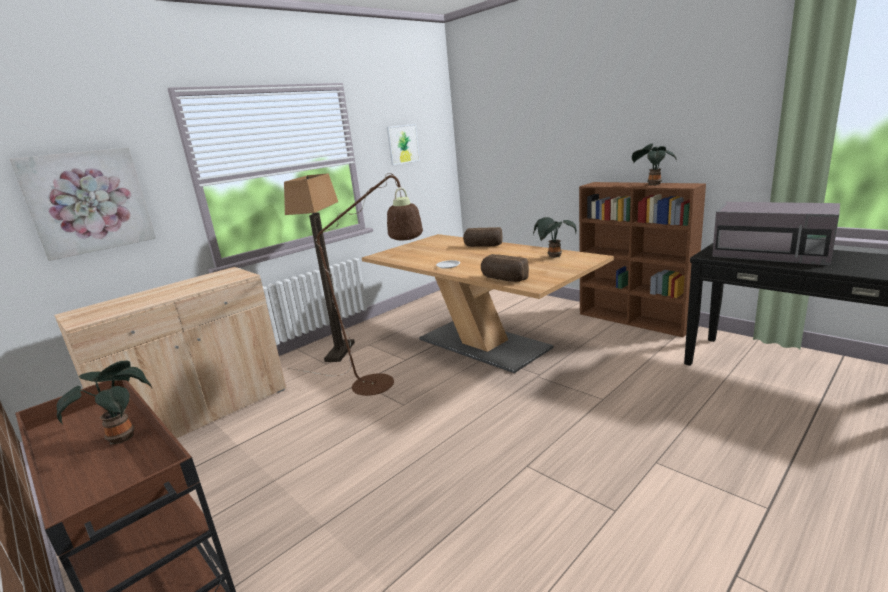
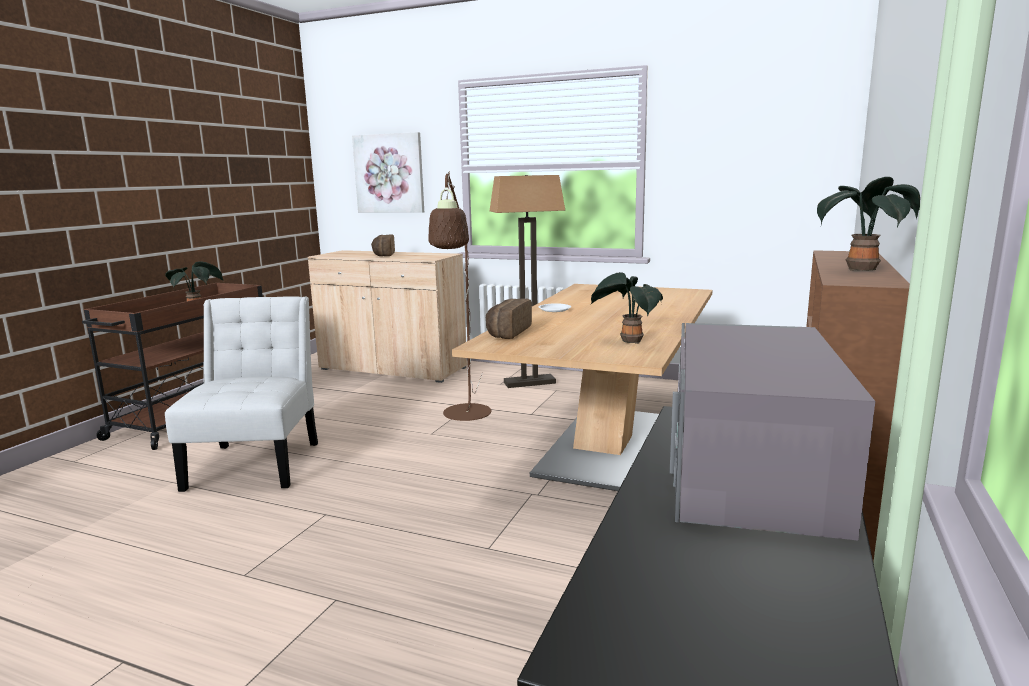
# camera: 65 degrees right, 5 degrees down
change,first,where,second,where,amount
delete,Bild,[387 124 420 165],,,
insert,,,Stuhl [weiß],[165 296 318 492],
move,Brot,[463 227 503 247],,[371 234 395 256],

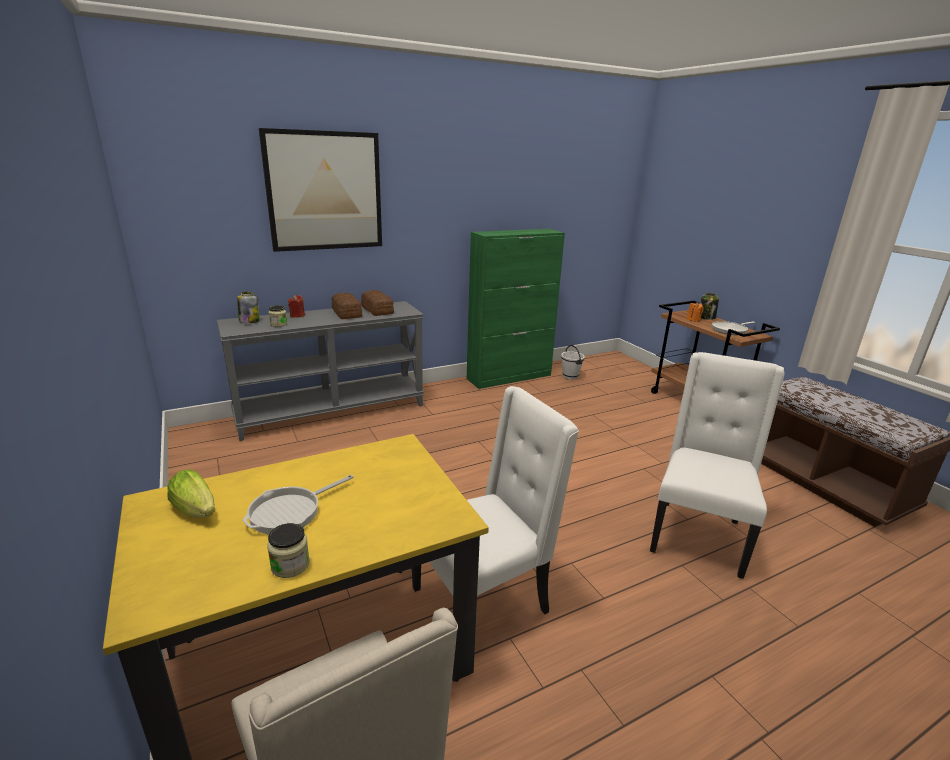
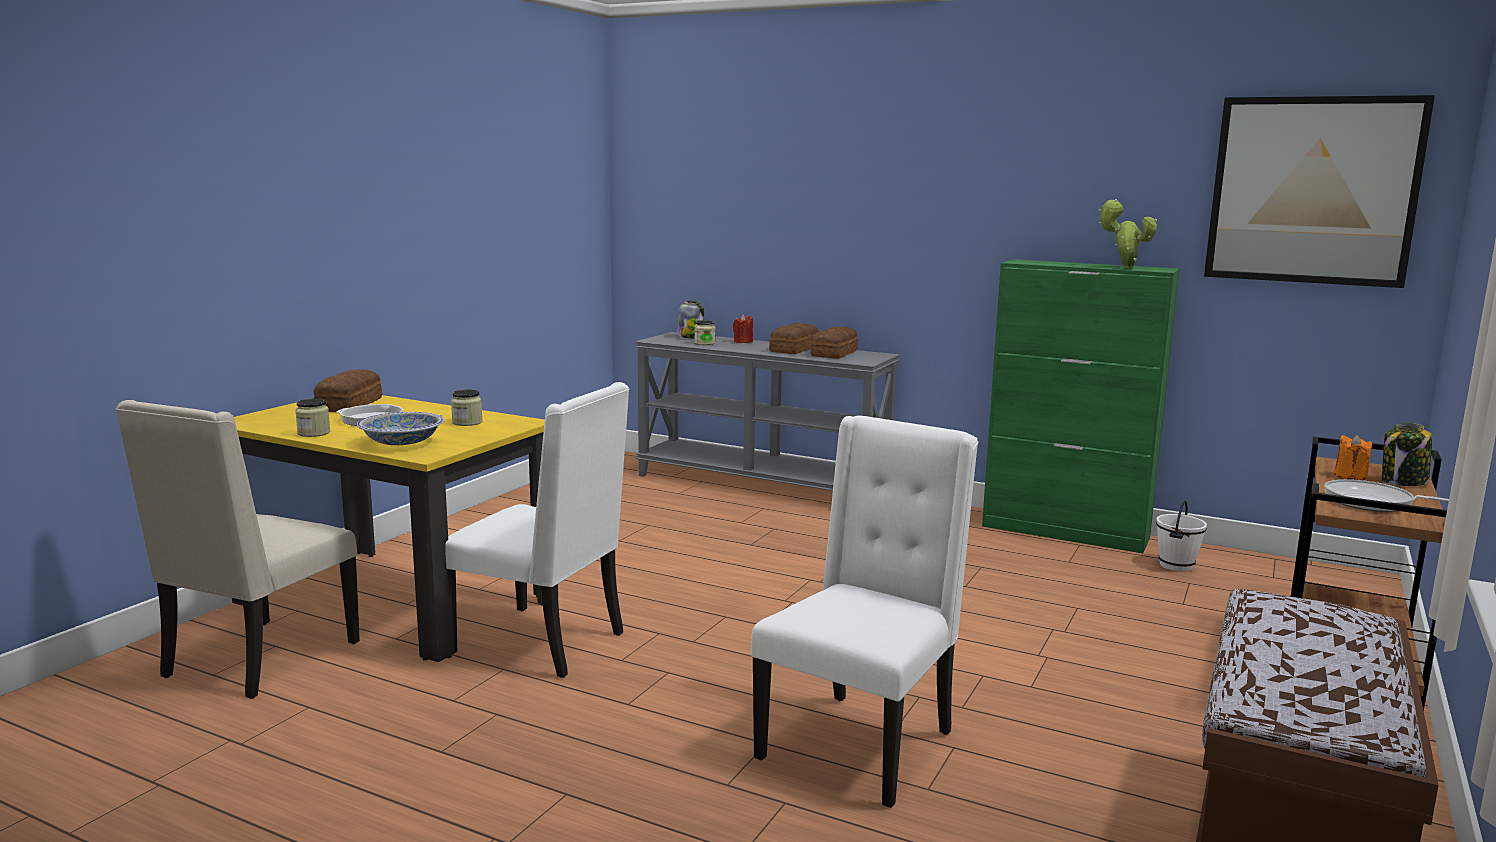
# camera: 55 degrees right, 10 degrees down
change,first,where,second,where,amount
insert,,,Schüssel,[357 412 444 445],
insert,,,Vorratsglas,[451 389 483 426],
insert,,,Topfpflanze,[1099 199 1157 269],
move,Bild,[259 128 382 252],,[1204 95 1435 288],
replace,Salatkopf,[167 469 215 518],Brot,[314 369 382 412],
rotate,Stuhl [weiß],[650 352 784 579],,[751 416 978 808],45 degrees counterclockwise

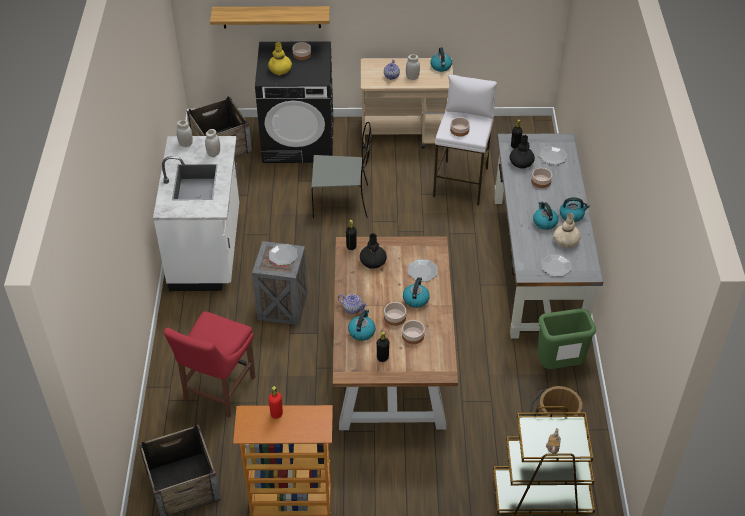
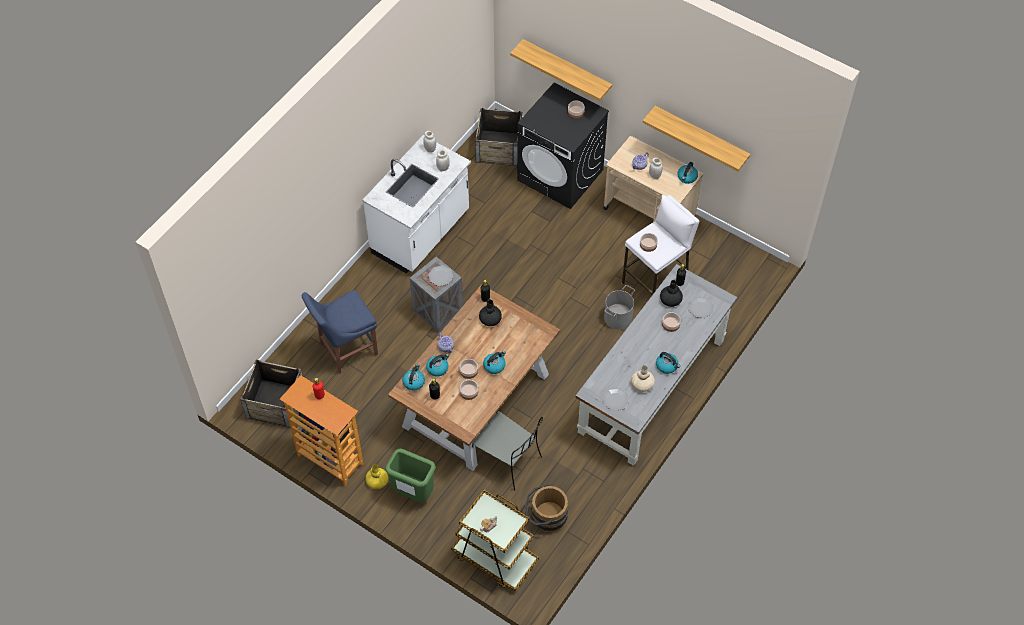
# camera: 35 degrees right, 10 degrees up
change,first,where,second,where,amount
delete,Teller,[408 259 438 281],,,
insert,,,Eimer [grau],[604 285 635 330],
insert,,,Wandregal,[643 106 750 171],
move,Vase [gelb],[268 42 292 75],,[365 464 388 489],
move,Stuhl [grau],[312 122 372 218],,[472 411 543 491],
move,Wasserkessel,[533 202 559 230],,[402 364 425 391],
move,Mülleimer [grün],[537 308 596 369],,[385 449 436 502],
recolor,Stuhl [rot],[164 311 255 418],Stuhl [blau],[302 290 378 374],

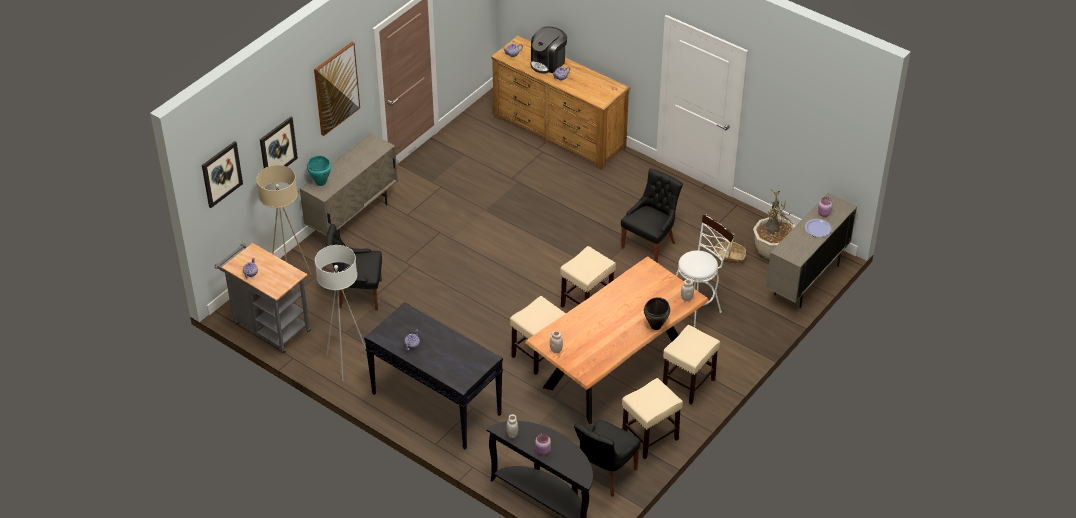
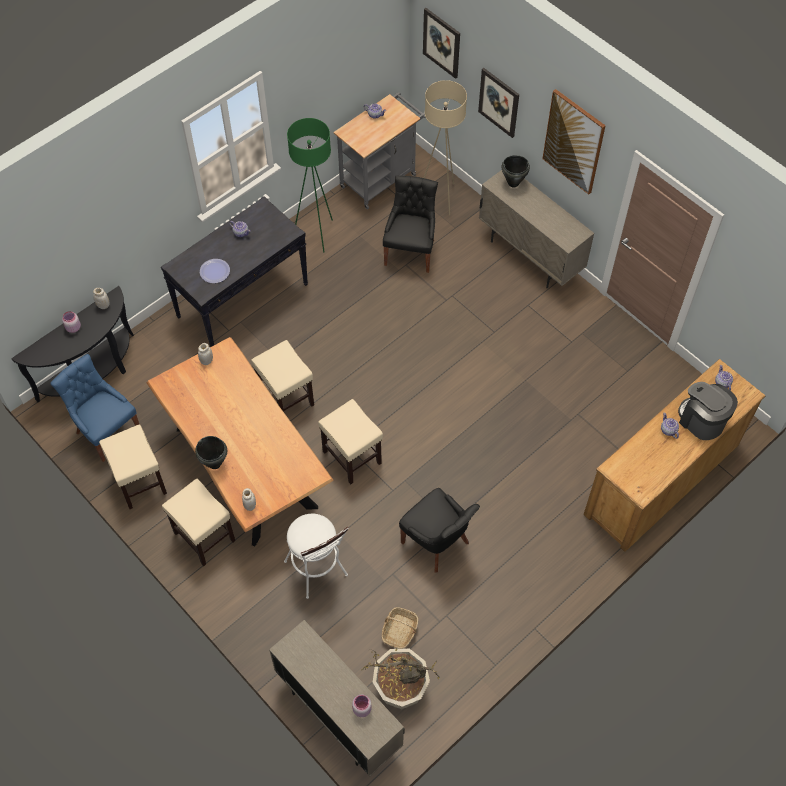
# camera: 100 degrees right, 15 degrees up
change,first,where,second,where,amount
move,Teller,[805 219 832 237],,[200 259 230 283],
recolor,Kochtopf [türkis],[307 156 331 186],Kochtopf [schwarz],[502 155 530 187],
recolor,Stehlampe [weiß],[315 245 367 381],Stehlampe [grün],[287 118 333 253],
recolor,Stuhl [schwarz],[574 420 641 497],Stuhl [blau],[50 354 139 462],

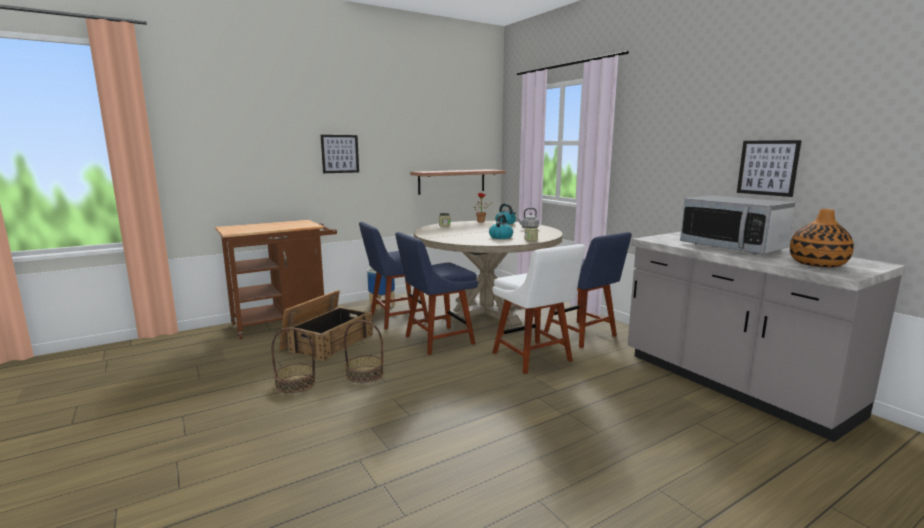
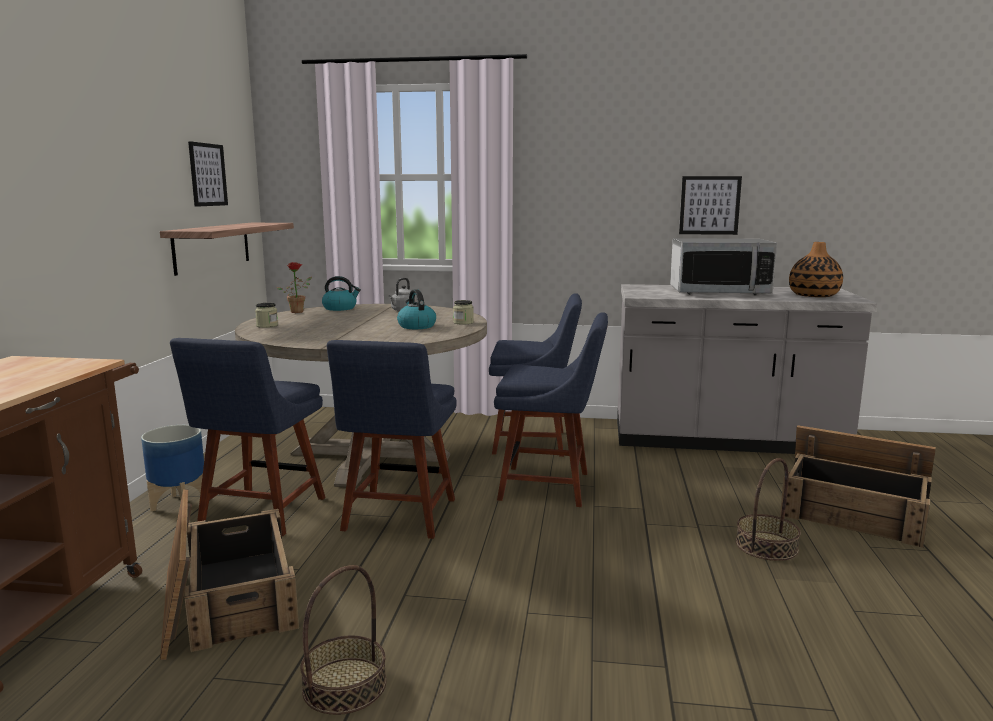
# camera: 50 degrees left, 0 degrees up
change,first,where,second,where,amount
insert,,,Kiste,[780 425 936 548],
move,Bild,[321 135 359 173],,[188 141 228 207],
move,Korb,[344 320 384 383],,[736 458 801 561],
recolor,Stuhl [weiß],[492 244 585 374],Stuhl [blau],[494 312 608 507],

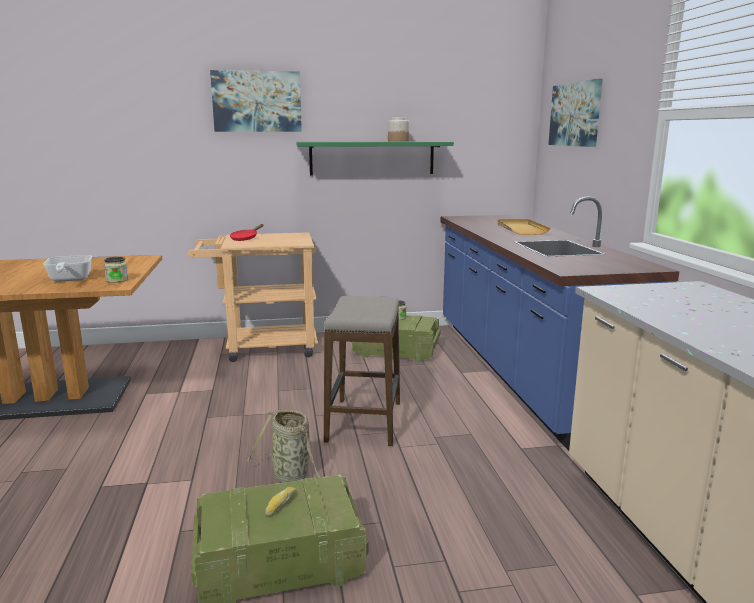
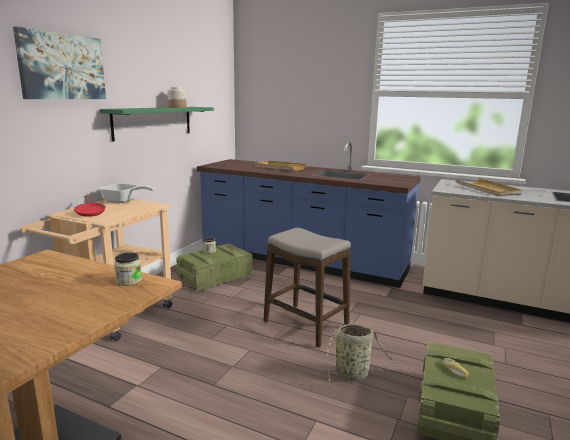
# camera: 55 degrees left, 0 degrees up
change,first,where,second,where,amount
delete,Bild,[548 79 603 147],,,
insert,,,Tablett [beige],[455 178 522 196],
move,Pfanne,[43 255 92 282],,[99 184 154 203],

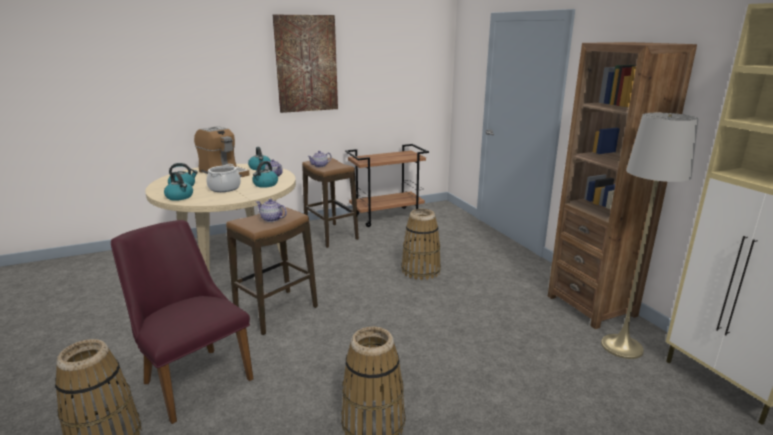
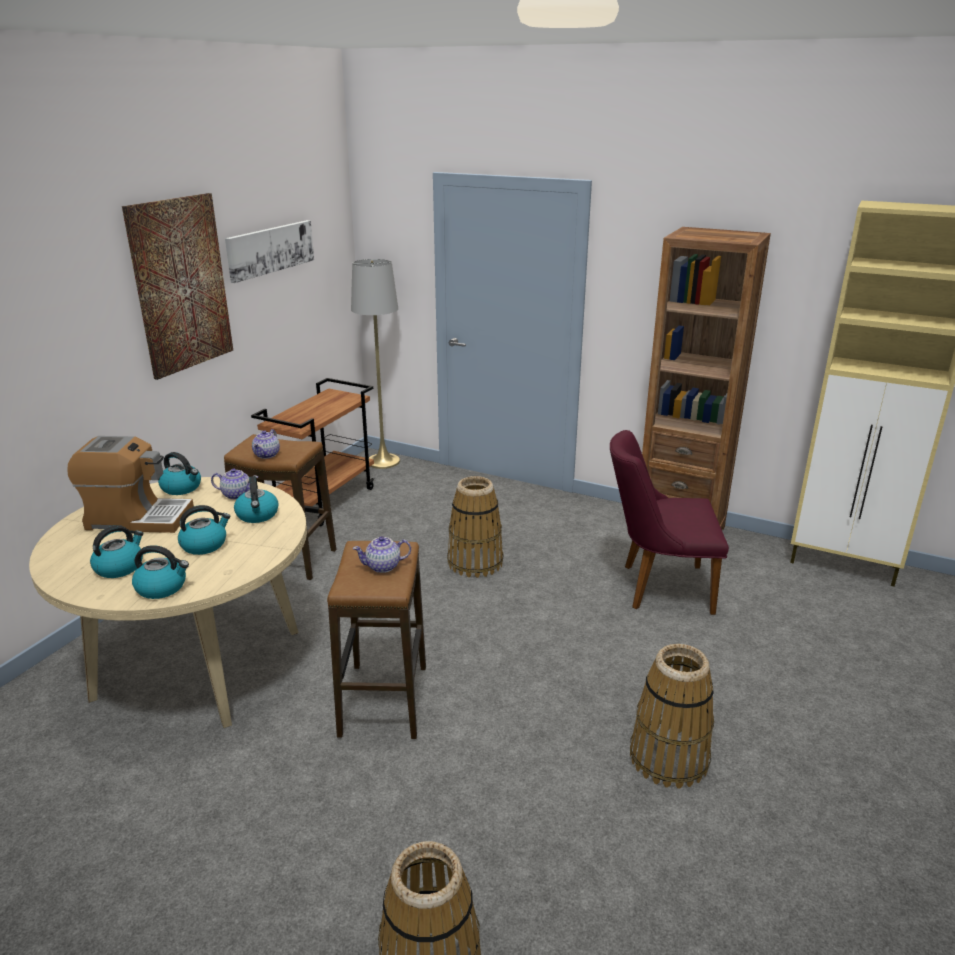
# camera: 40 degrees left, 5 degrees up
change,first,where,second,where,amount
insert,,,Bild,[225 220 314 283],
move,Stuhl [lila],[111 220 254 424],,[610 430 729 615],
move,Stehlampe [grau],[601 113 698 359],,[351 259 400 469],
replace,Kochtopf,[206 164 241 192],Wasserkessel,[178 505 230 555],

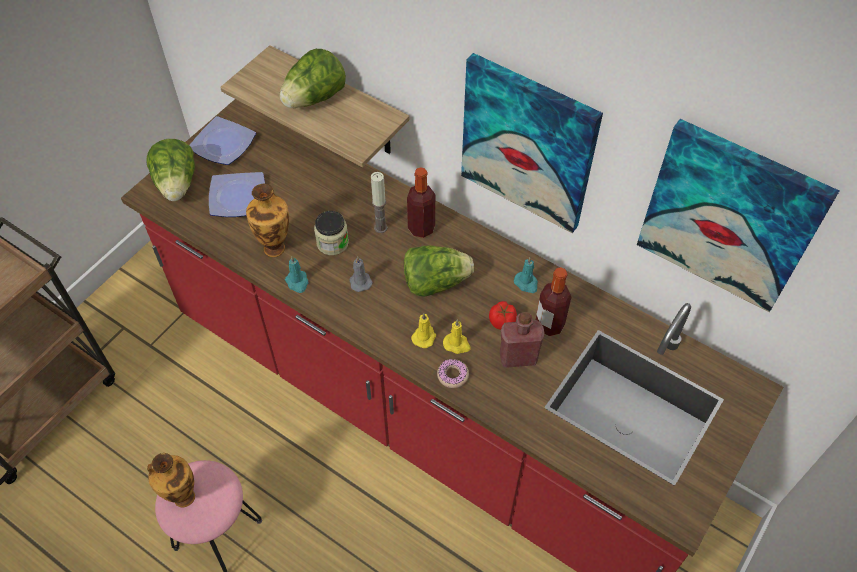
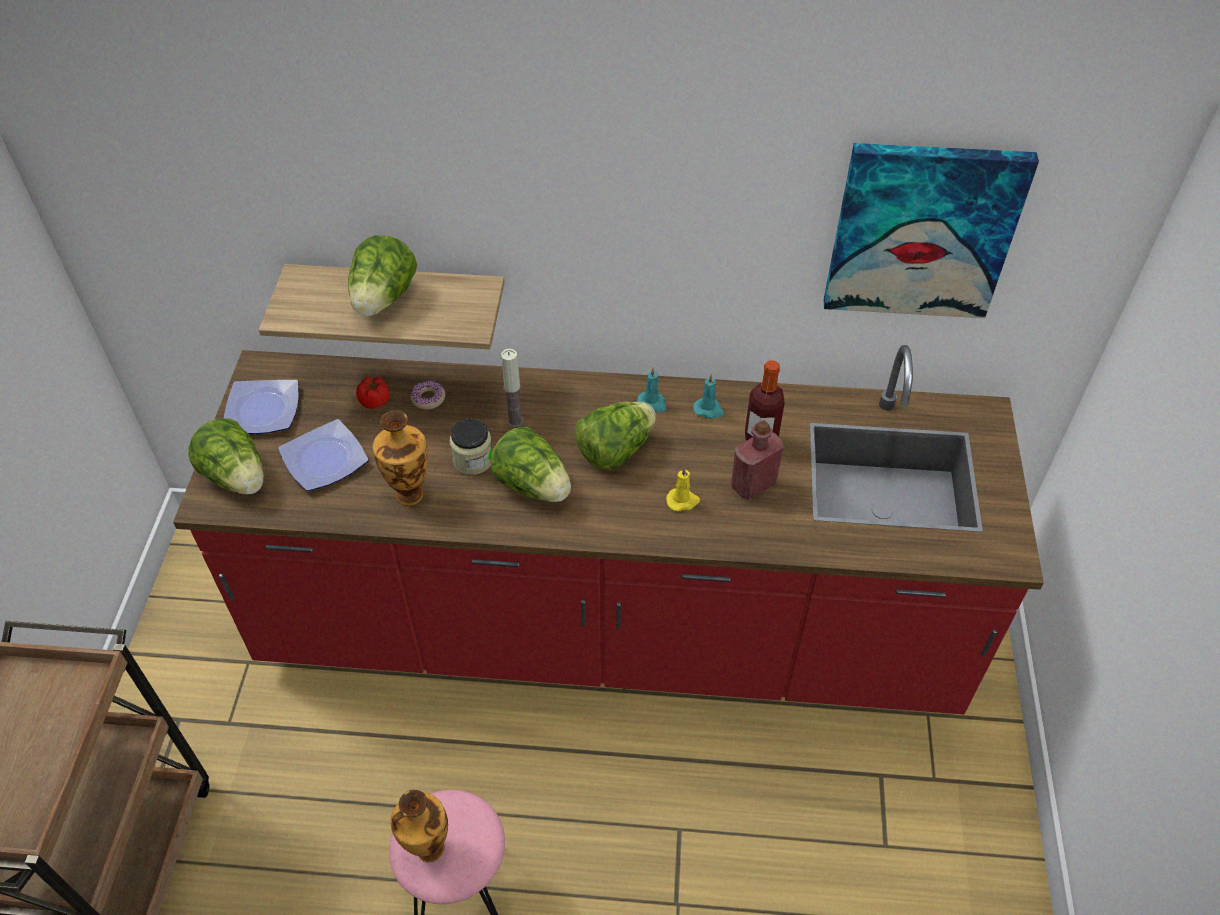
# camera: 30 degrees left, 5 degrees down
change,first,where,second,where,amount
delete,Flasche,[407 167 435 238],,,
delete,Kerze [gelb],[411 313 436 348],,,
delete,Bild,[461 53 603 233],,,
move,Kerze [türkis],[285 256 308 293],,[637 367 667 412],
move,Donut,[437 359 469 388],,[410 381 445 410],
move,Tomate,[489 301 517 330],,[356 377 390 409],
replace,Kerze [grau],[350 257 373 292],Salatkopf,[490 427 571 502],

